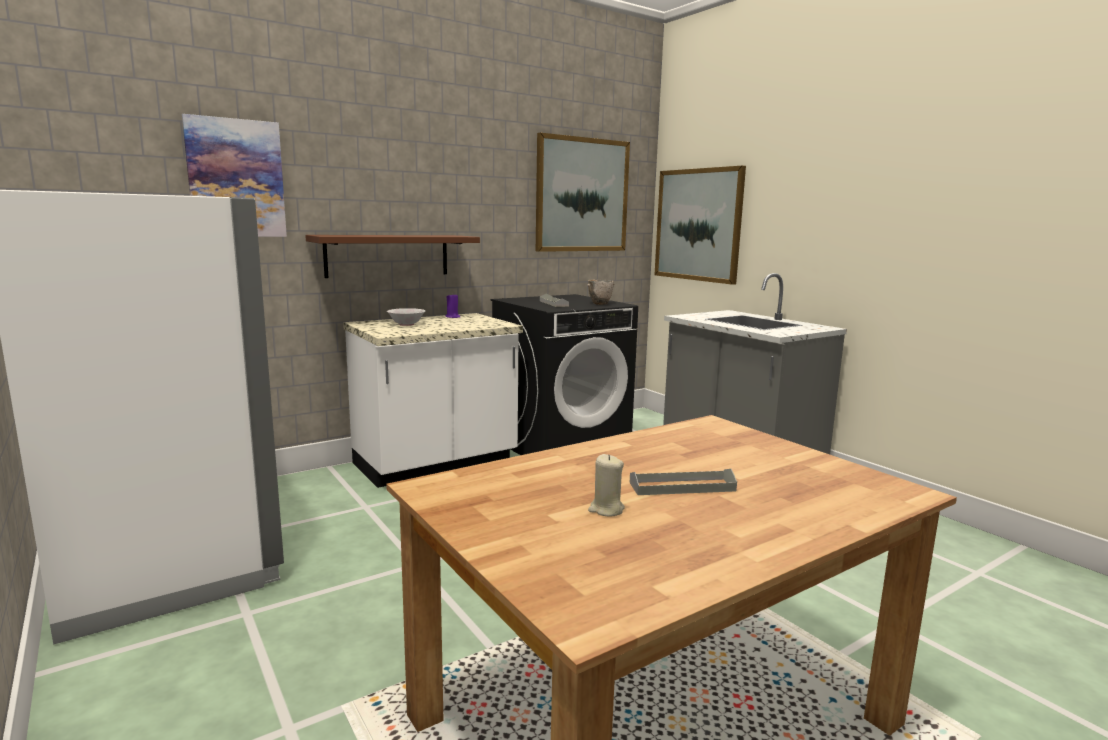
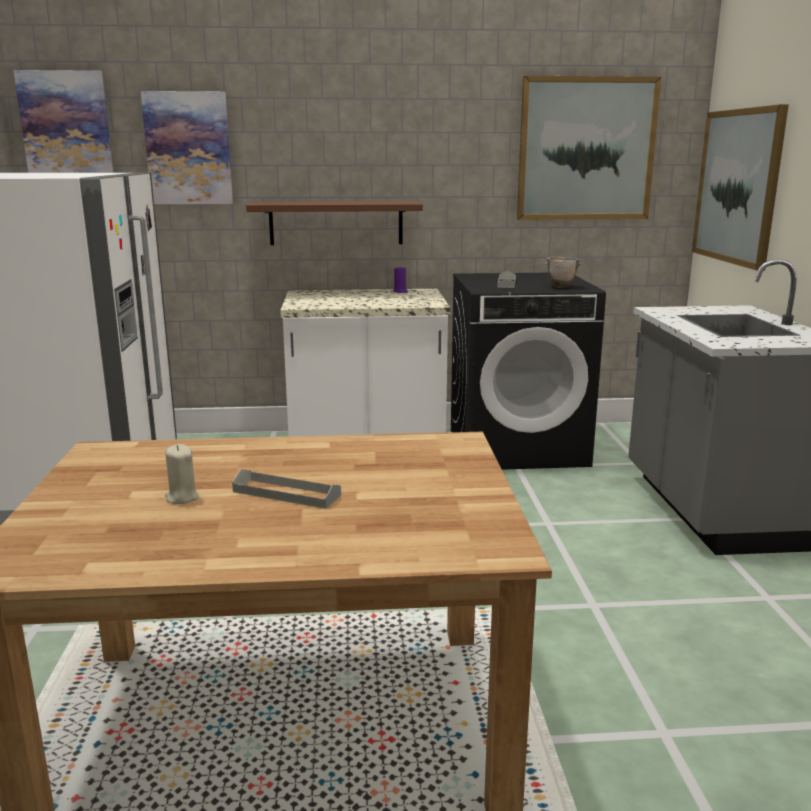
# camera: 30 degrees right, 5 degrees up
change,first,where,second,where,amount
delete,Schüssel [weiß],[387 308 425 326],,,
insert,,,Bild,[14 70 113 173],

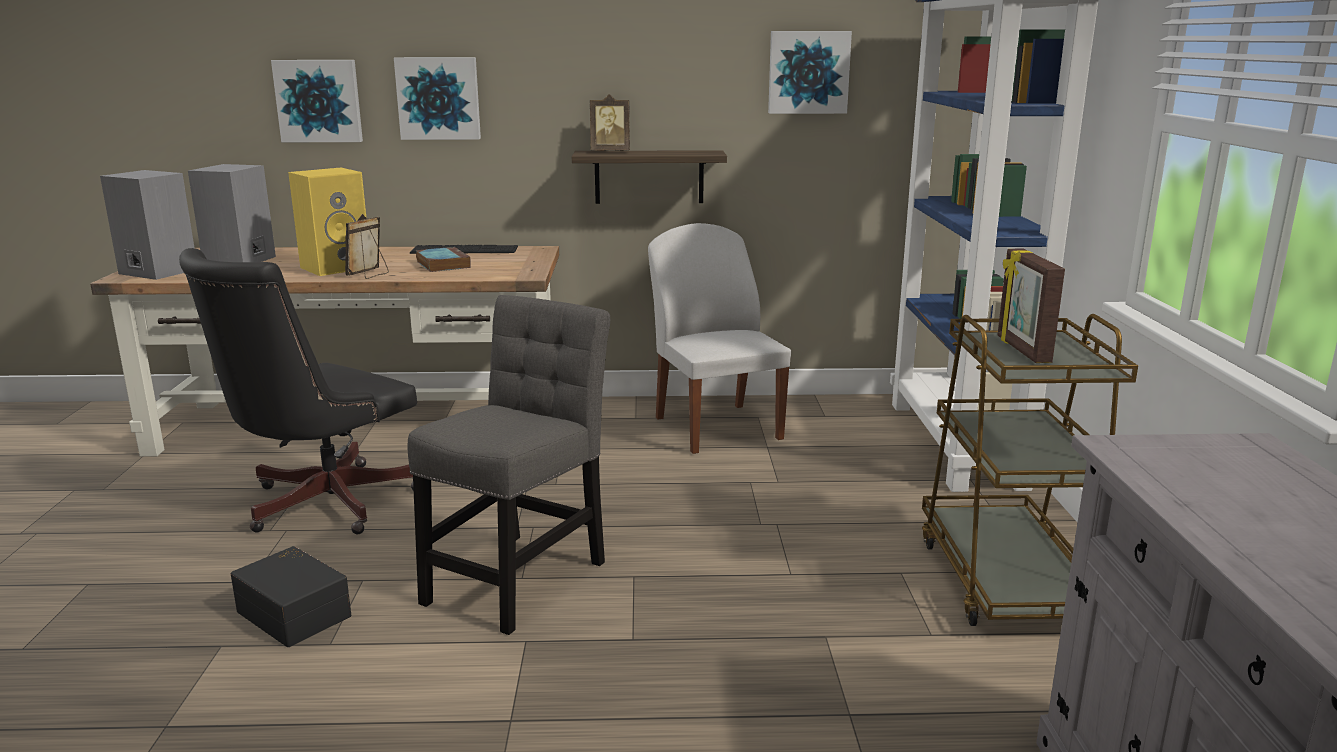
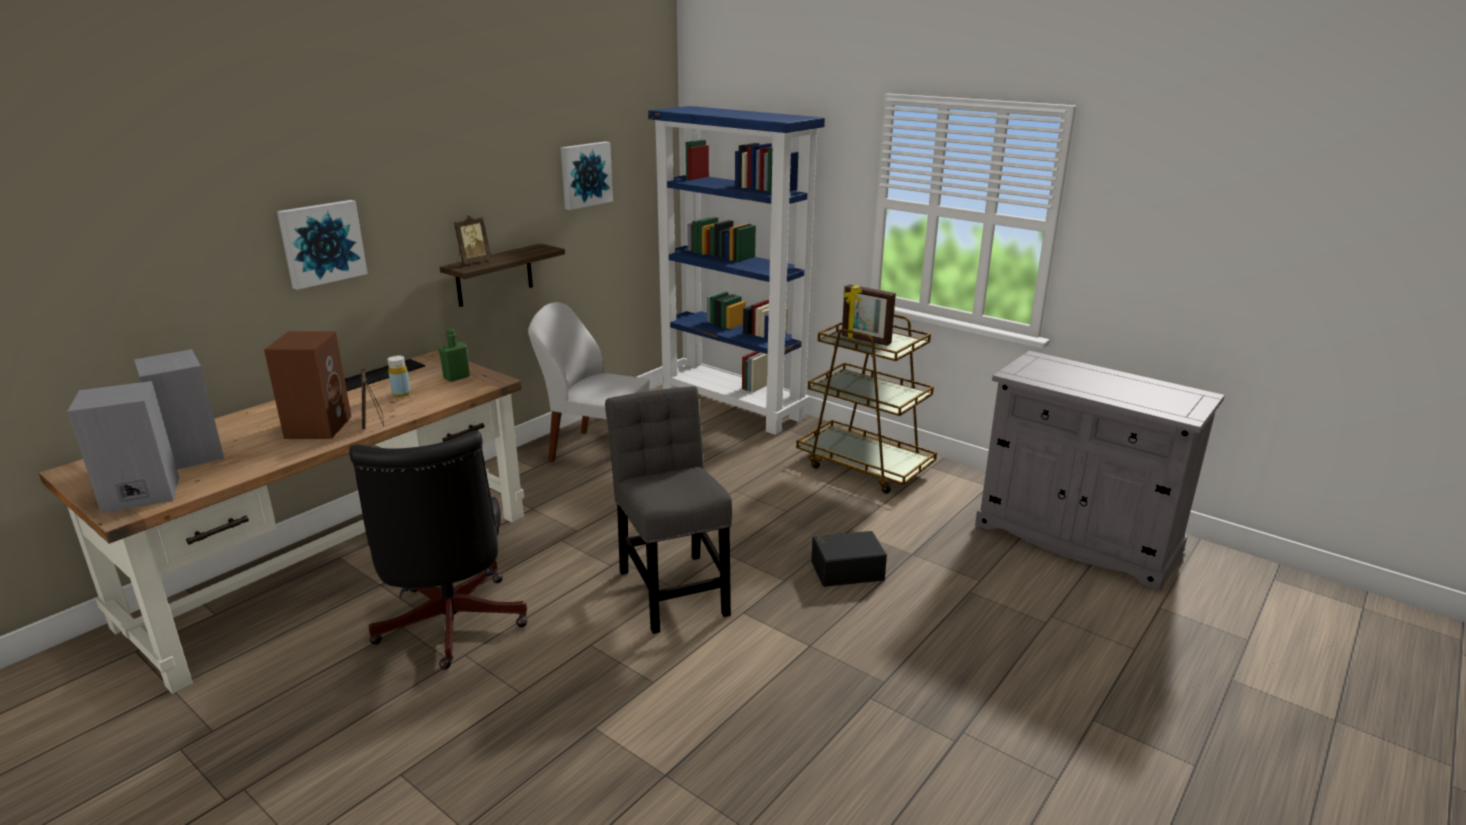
# camera: 50 degrees left, 5 degrees up
change,first,where,second,where,amount
delete,Bild,[271 60 363 142],,,
insert,,,Flasche [grün],[439 329 470 382],
move,Aufbewahrungsbox [schwarz],[231 546 351 647],,[811 531 887 587],
replace,Buch,[416 247 471 272],Flasche [gelb],[387 356 411 397],
recolor,Lautsprecher [gelb],[288 168 366 276],Lautsprecher [braun],[264 331 352 439],

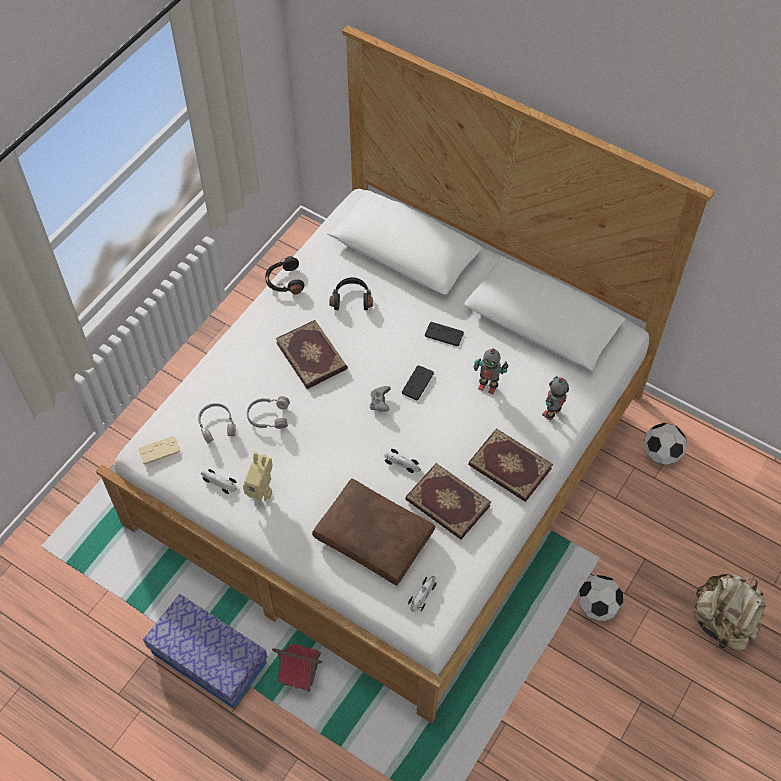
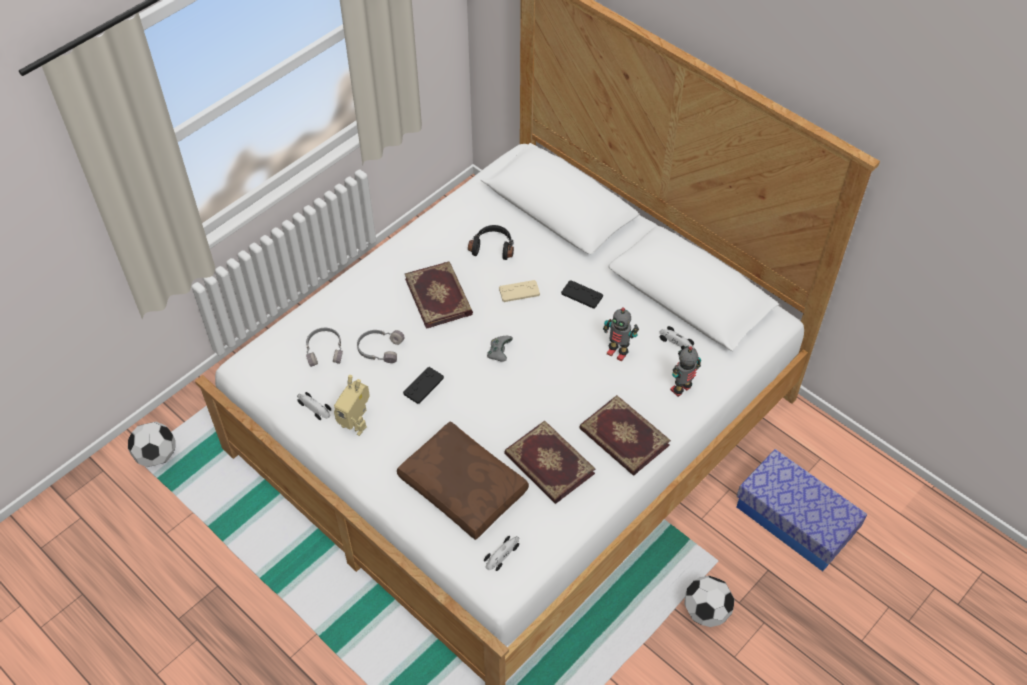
# camera: 10 degrees right, 5 degrees down
change,first,where,second,where,amount
delete,Kopfhörer [schwarz],[265 256 304 295],,,
delete,Spielzeughaus,[272 644 322 692],,,
delete,Rucksack [beige],[693 574 766 651],,,
move,Gamepad [beige],[138 436 180 464],,[499 280 540 302],
move,Aufbewahrungsbox,[143 594 268 709],,[737 449 867 571],
move,Spielzeugauto,[384 449 421 473],,[659 326 696 350],
move,Gamepad [schwarz],[402 365 434 400],,[403 367 444 404],
move,Fußball,[644 423 687 465],,[128 422 175 467],

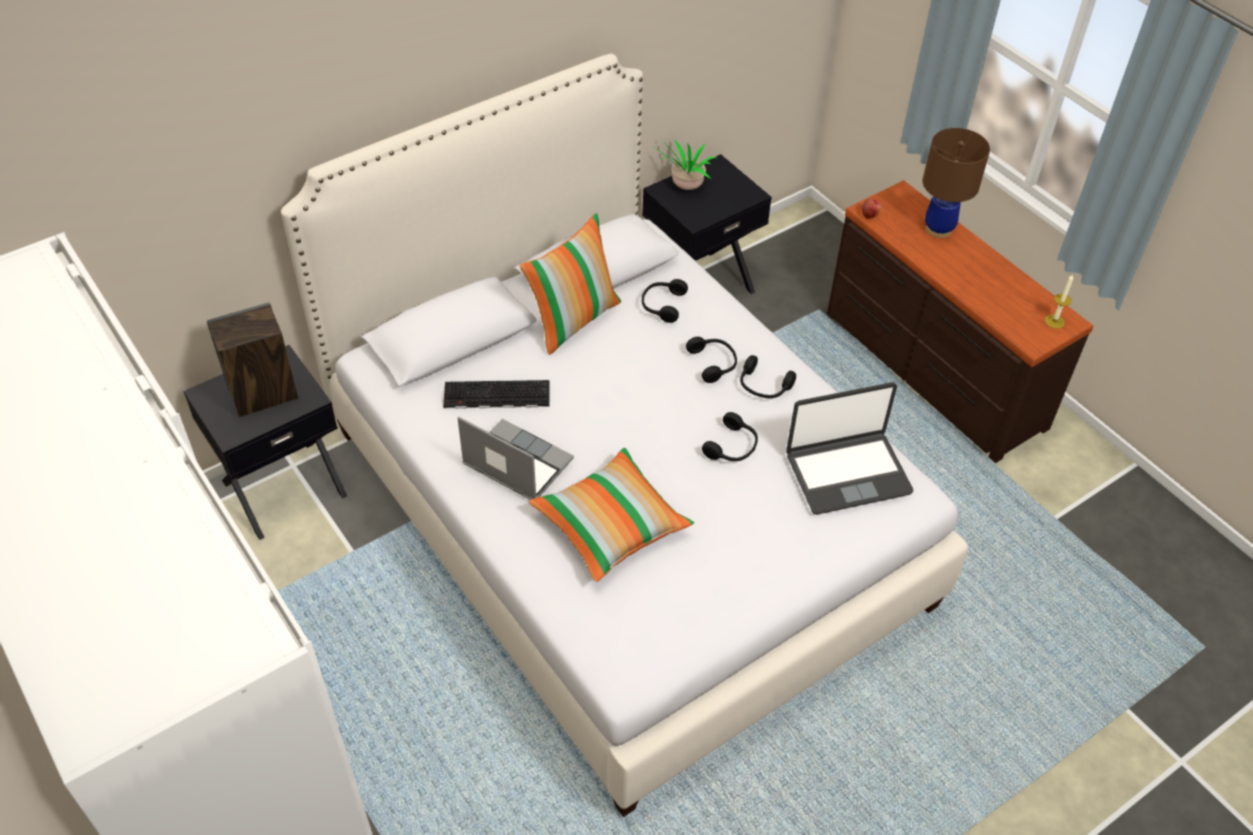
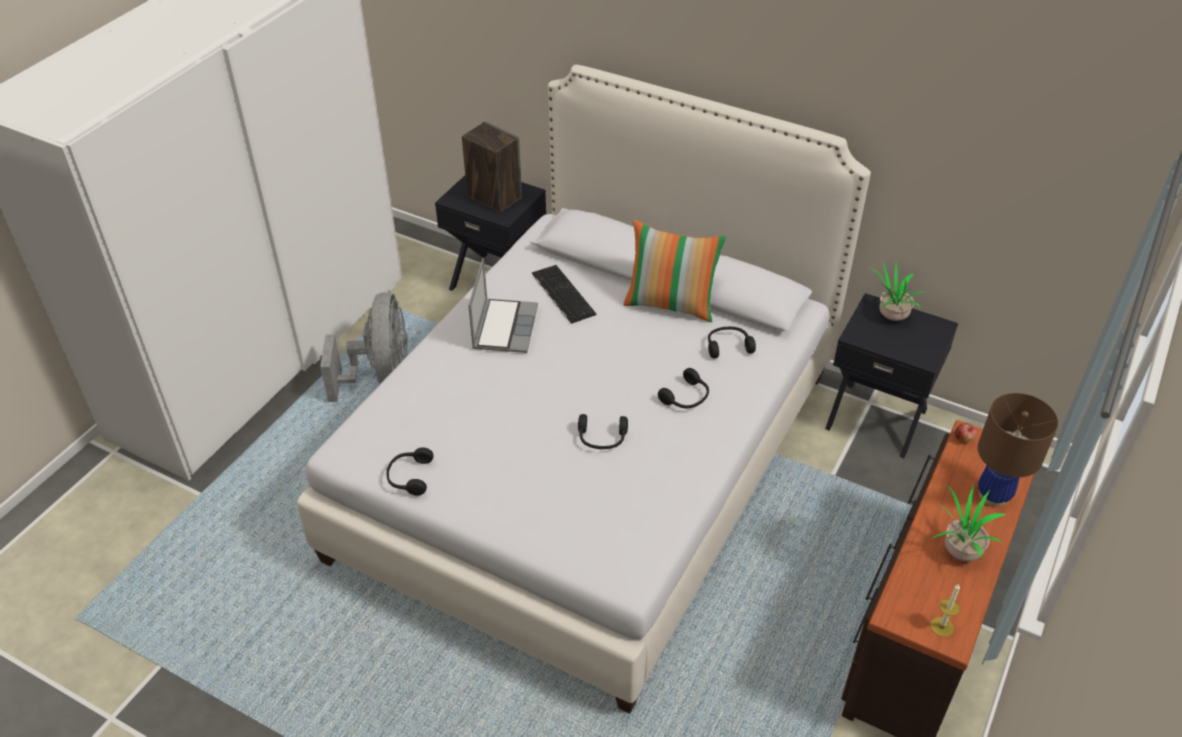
# camera: 65 degrees right, 5 degrees down
change,first,where,second,where,amount
delete,Kissen,[528 448 694 582],,,
delete,Laptop,[786 382 913 515],,,
insert,,,Ventilator [grau],[320 292 407 402],
insert,,,Topfpflanze,[931 484 1006 561],
move,Kopfhörer [schwarz],[740 355 796 398],,[386 447 434 496],

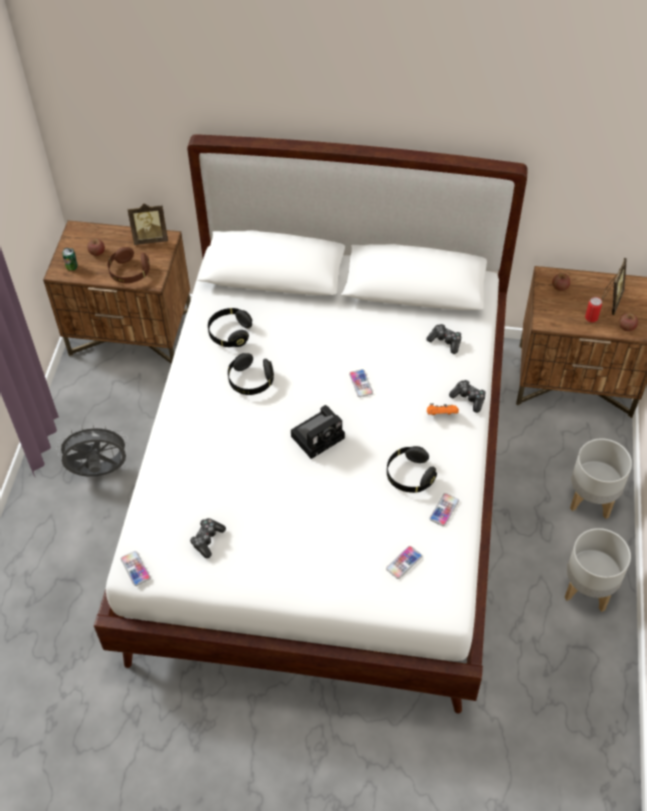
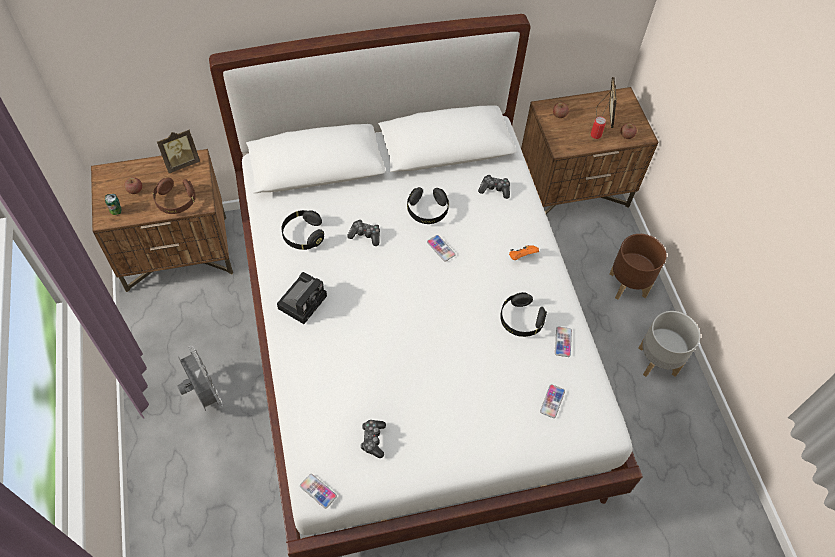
# camera: 25 degrees left, 5 degrees up
change,first,where,second,where,amount
move,Kopfhörer [schwarz],[228 353 274 395],,[407 187 449 224],
move,Kamera,[291 405 345 459],,[277 272 327 324],
move,Gamepad,[449 380 486 413],,[347 220 380 246],
recolor,Pflanzkübel [grau],[570 439 632 519],Pflanzkübel [braun],[609 234 666 300],
rotate,Ventilator [grau],[56 423 130 477],,[177 346 223 411],90 degrees clockwise

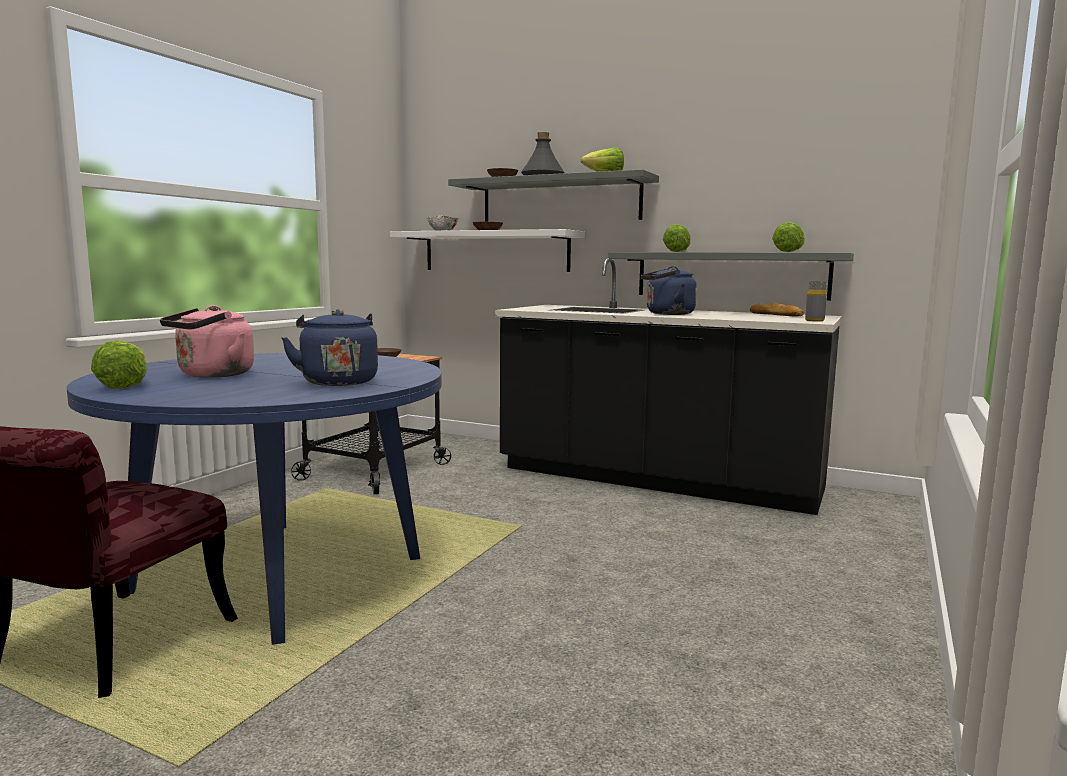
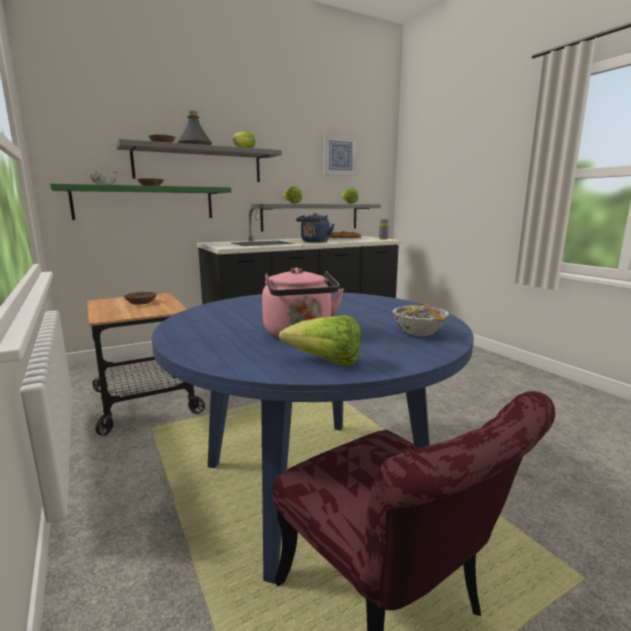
# camera: 55 degrees left, 5 degrees up
change,first,where,second,where,amount
delete,Wasserkessel [blau],[281 309 378 386],,,
insert,,,Bild,[324 134 357 176],
insert,,,Schüssel,[392 303 449 336],
recolor,Wandregal [weiß],[390 229 585 272],Wandregal [grün],[50 184 231 220],

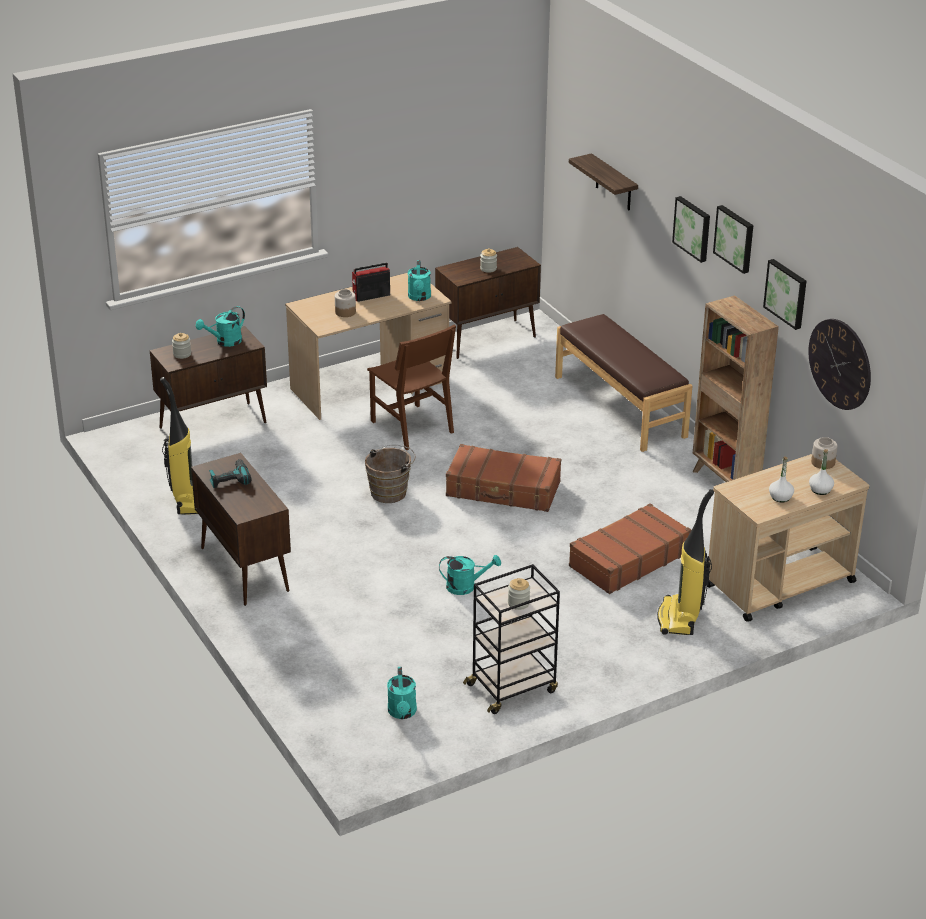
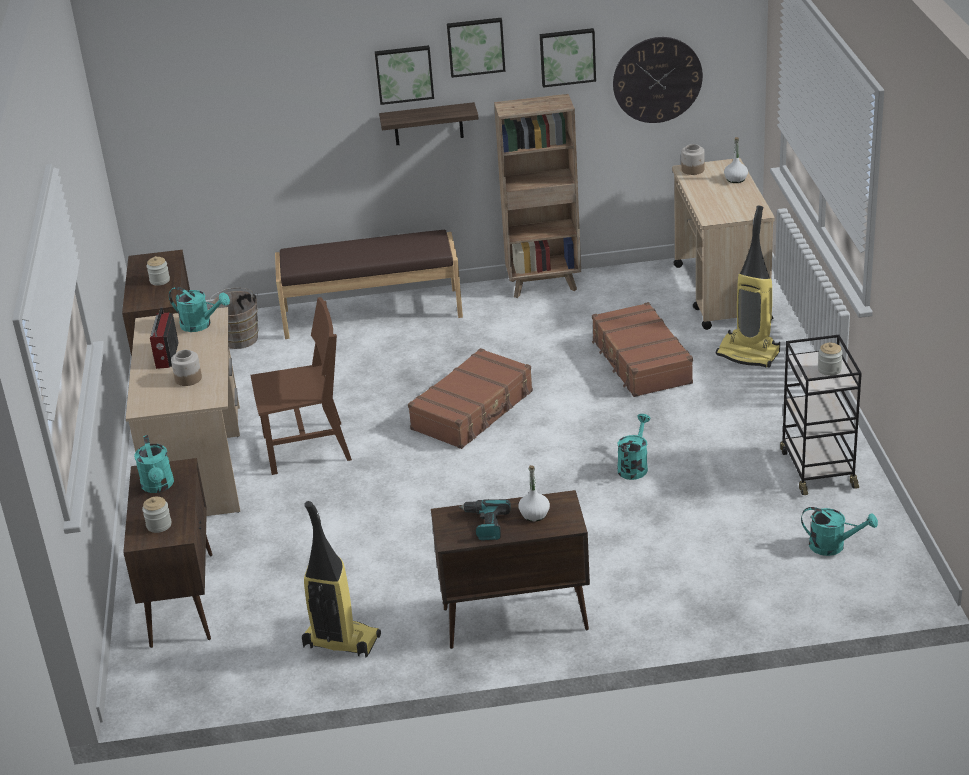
# camera: 65 degrees left, 0 degrees up
change,first,where,second,where,amount
move,Eimer [braun],[365 445 416 503],,[209 288 258 349],
move,Wandregal,[569 153 638 210],,[379 102 478 146],
move,Flasche [weiß],[769 456 794 502],,[519 465 550 522],

